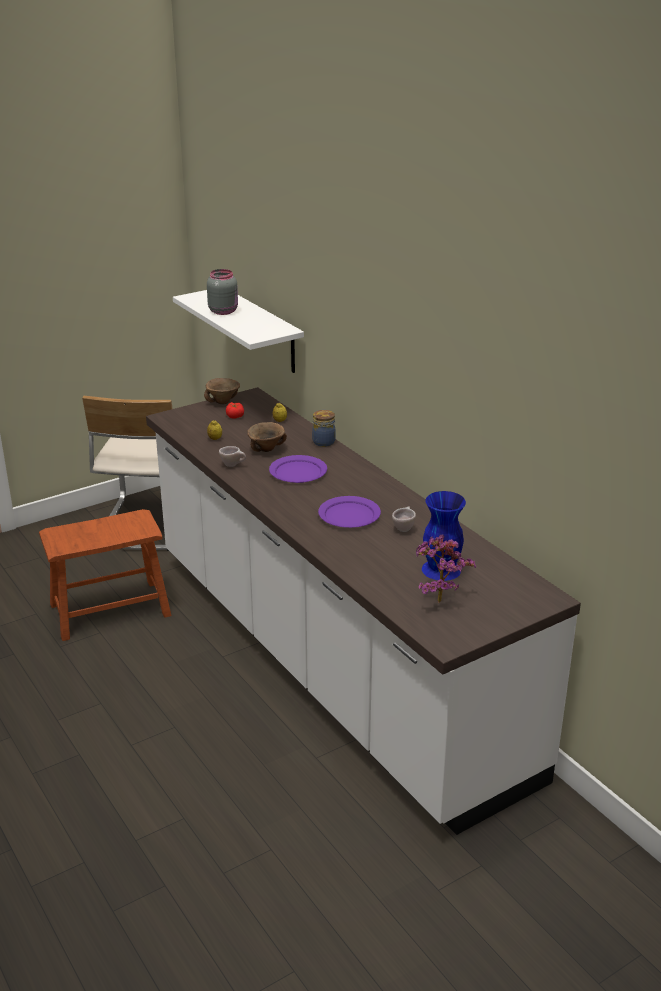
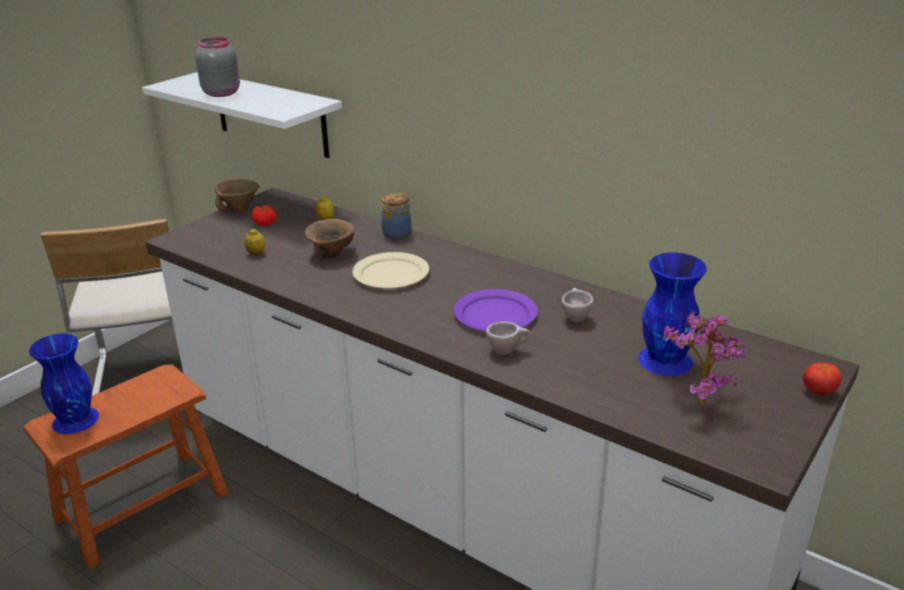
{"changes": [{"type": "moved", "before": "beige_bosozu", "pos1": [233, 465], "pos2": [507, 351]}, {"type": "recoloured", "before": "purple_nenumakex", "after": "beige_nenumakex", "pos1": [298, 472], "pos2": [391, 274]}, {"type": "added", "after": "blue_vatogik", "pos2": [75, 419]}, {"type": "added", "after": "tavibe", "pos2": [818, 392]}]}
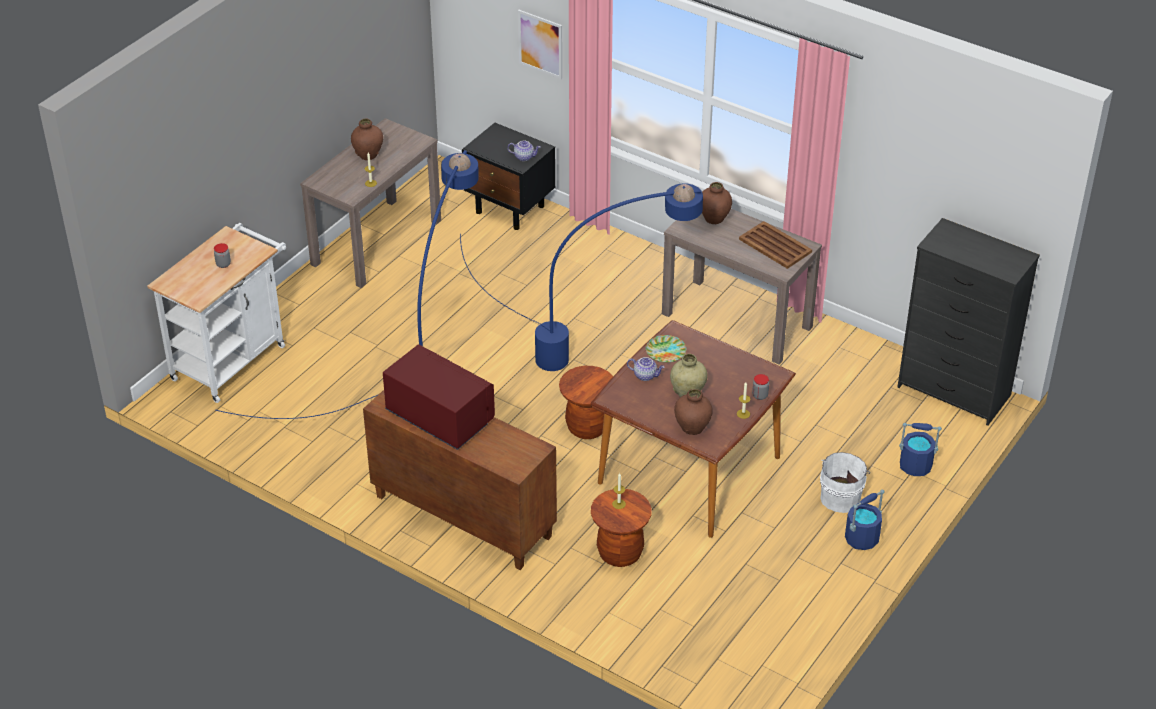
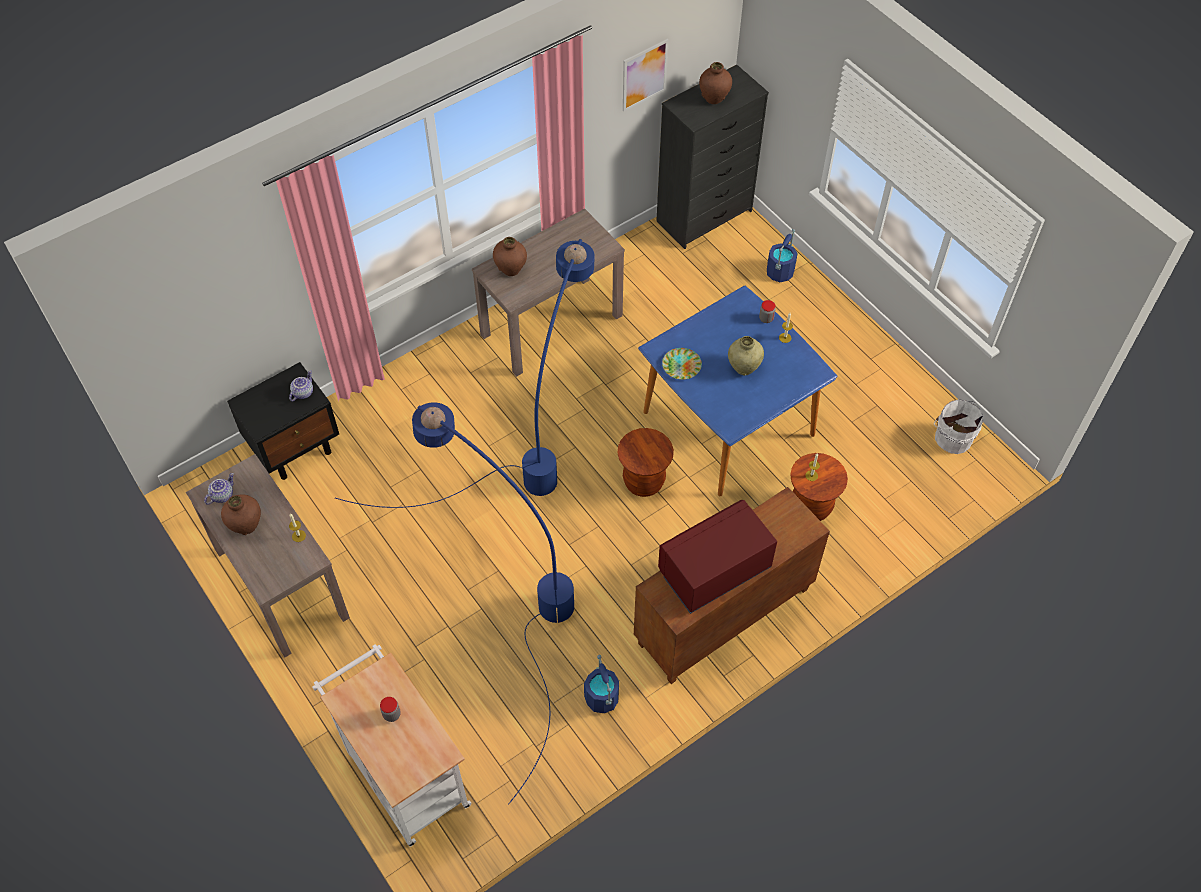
{"changes": [{"type": "moved", "before": "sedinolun", "pos1": [540, 44], "pos2": [644, 75]}, {"type": "removed", "before": "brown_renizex", "pos1": [775, 246]}, {"type": "recoloured", "before": "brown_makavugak", "after": "blue_makavugak", "pos1": [690, 470], "pos2": [728, 423]}, {"type": "moved", "before": "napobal", "pos1": [645, 375], "pos2": [222, 495]}, {"type": "moved", "before": "brown_vatogik", "pos1": [692, 428], "pos2": [714, 98]}, {"type": "moved", "before": "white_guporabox", "pos1": [841, 496], "pos2": [952, 437]}, {"type": "moved", "before": "blue_guporabox", "pos1": [861, 539], "pos2": [602, 698]}]}
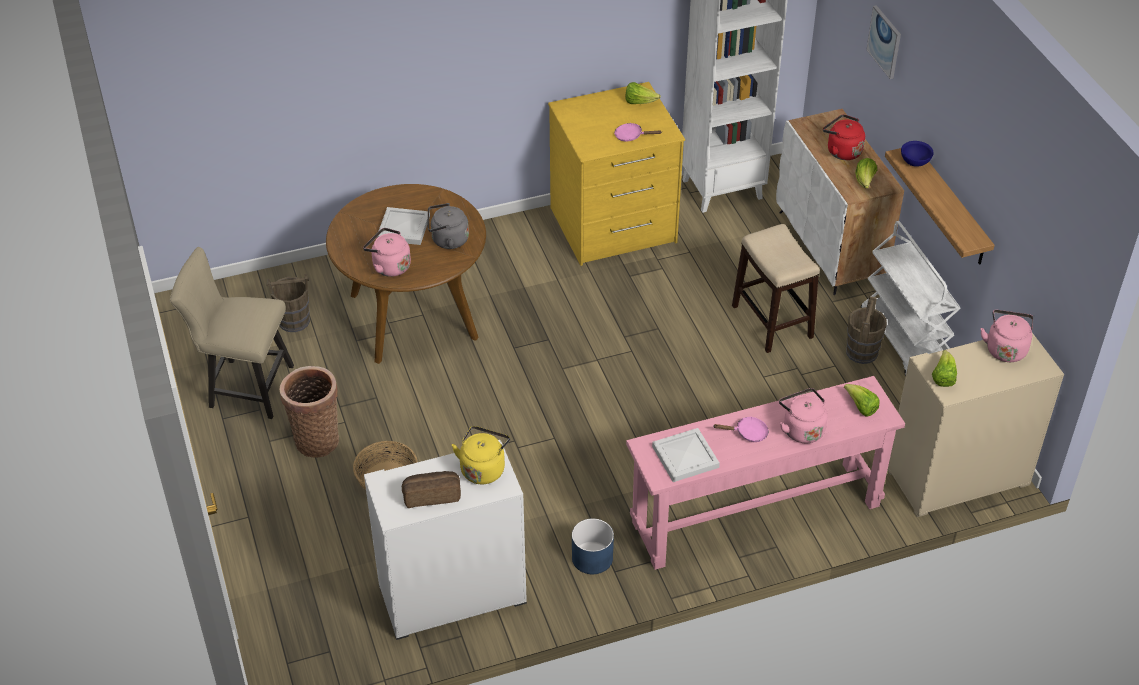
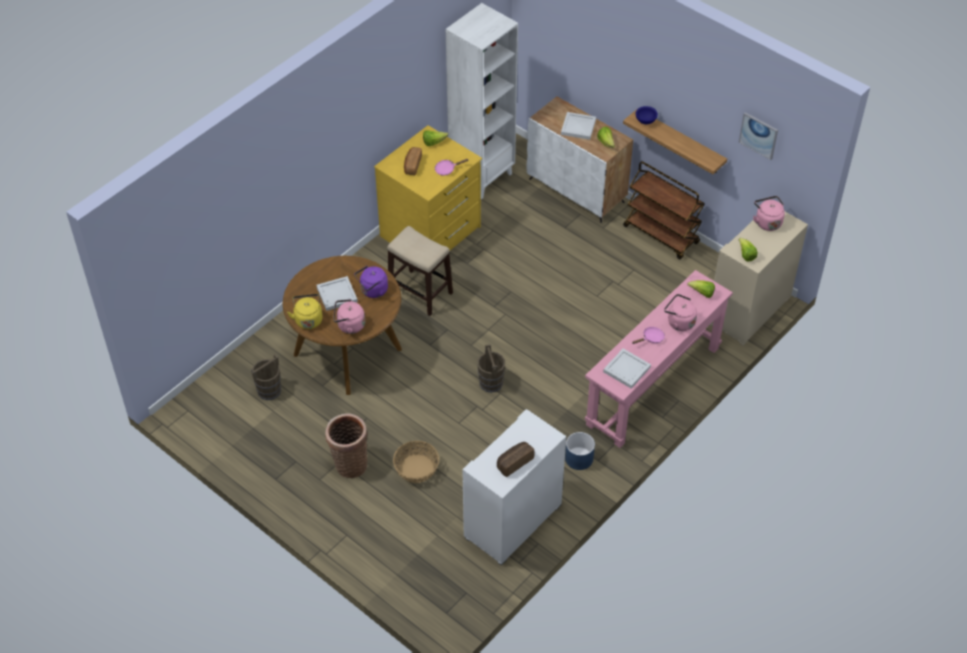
{"changes": [{"type": "moved", "before": "sedinolun", "pos1": [885, 41], "pos2": [758, 135]}, {"type": "replaced", "before": "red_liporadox", "after": "white_renizex", "pos1": [842, 151], "pos2": [578, 126]}, {"type": "recoloured", "before": "grey_liporadox", "after": "purple_liporadox", "pos1": [447, 240], "pos2": [373, 291]}, {"type": "recoloured", "before": "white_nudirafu", "after": "brown_nudirafu", "pos1": [904, 339], "pos2": [661, 235]}, {"type": "moved", "before": "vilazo", "pos1": [772, 322], "pos2": [421, 293]}, {"type": "removed", "before": "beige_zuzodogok", "pos1": [244, 387]}, {"type": "moved", "before": "brown_guporabox", "pos1": [861, 352], "pos2": [491, 383]}, {"type": "moved", "before": "yellow_liporadox", "pos1": [483, 468], "pos2": [308, 319]}, {"type": "added", "after": "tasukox", "pos2": [412, 165]}]}
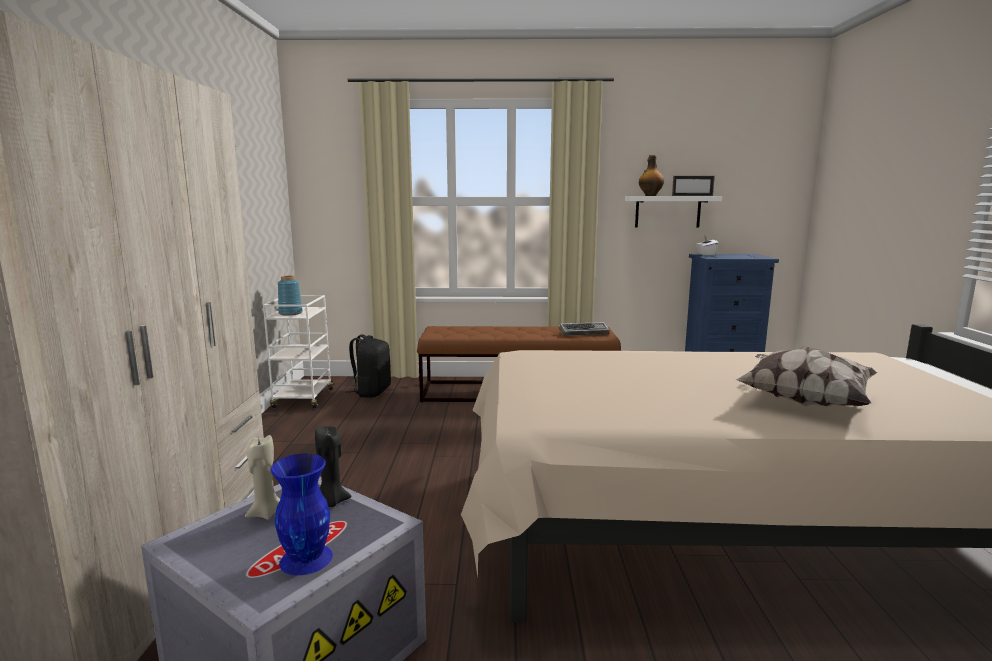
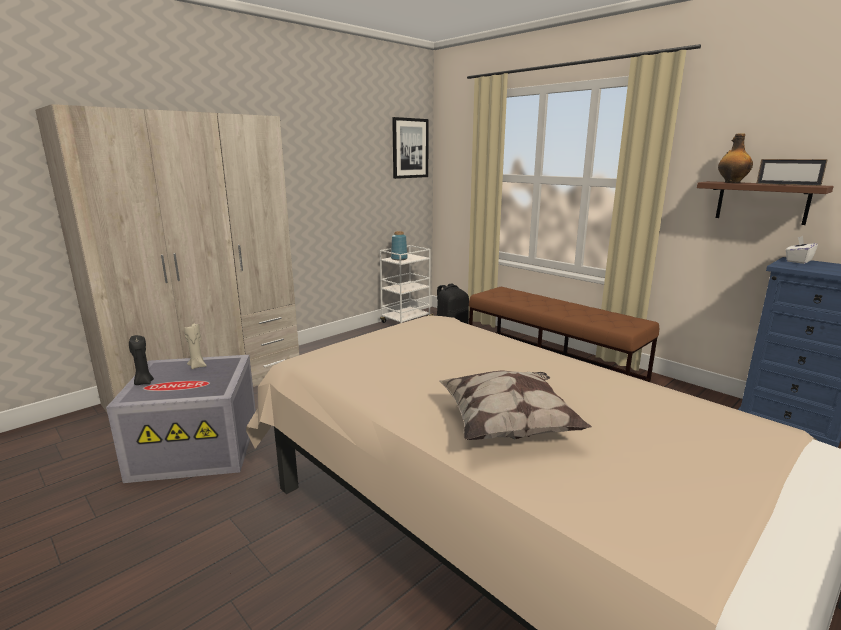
{"changes": [{"type": "recoloured", "before": "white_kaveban", "after": "brown_kaveban", "pos1": [667, 211], "pos2": [762, 202]}, {"type": "removed", "before": "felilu", "pos1": [584, 333]}, {"type": "moved", "before": "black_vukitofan", "pos1": [332, 501], "pos2": [143, 382]}, {"type": "removed", "before": "blue_vatogik", "pos1": [307, 559]}, {"type": "added", "after": "sedinolun", "pos2": [410, 148]}]}
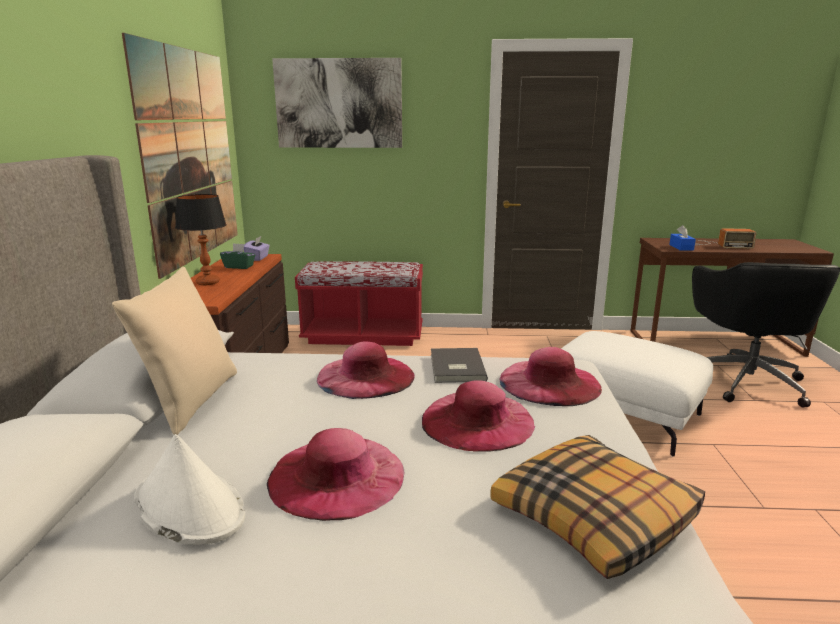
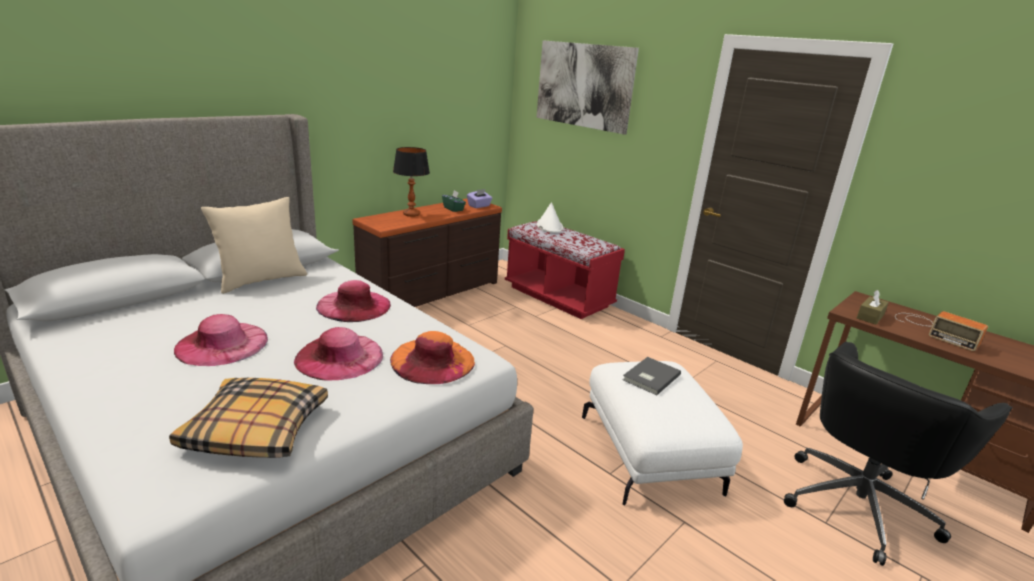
{"changes": [{"type": "removed", "before": "sedinolun", "pos1": [190, 155]}, {"type": "recoloured", "before": "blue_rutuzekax", "after": "brown_rutuzekax", "pos1": [681, 247], "pos2": [870, 316]}, {"type": "recoloured", "before": "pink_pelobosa", "after": "orange_pelobosa", "pos1": [549, 382], "pos2": [432, 360]}, {"type": "moved", "before": "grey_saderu", "pos1": [455, 368], "pos2": [649, 377]}, {"type": "moved", "before": "white_pelobosa", "pos1": [188, 506], "pos2": [549, 226]}]}
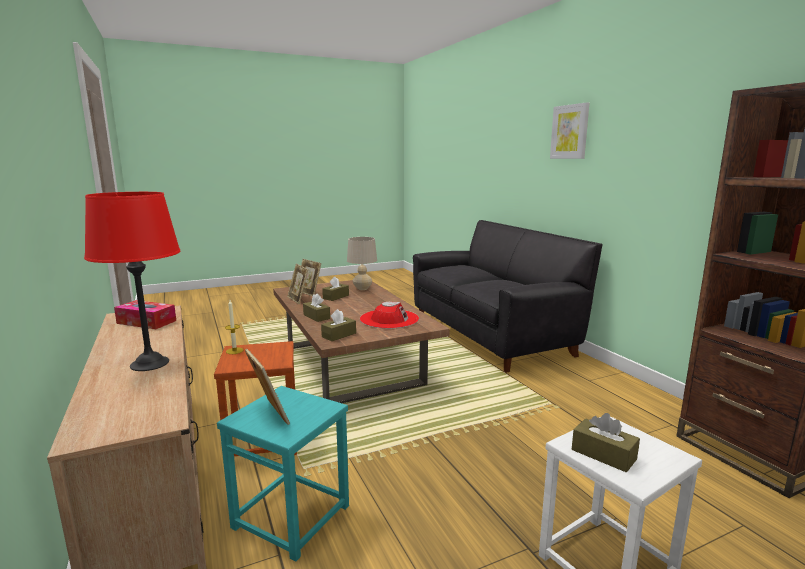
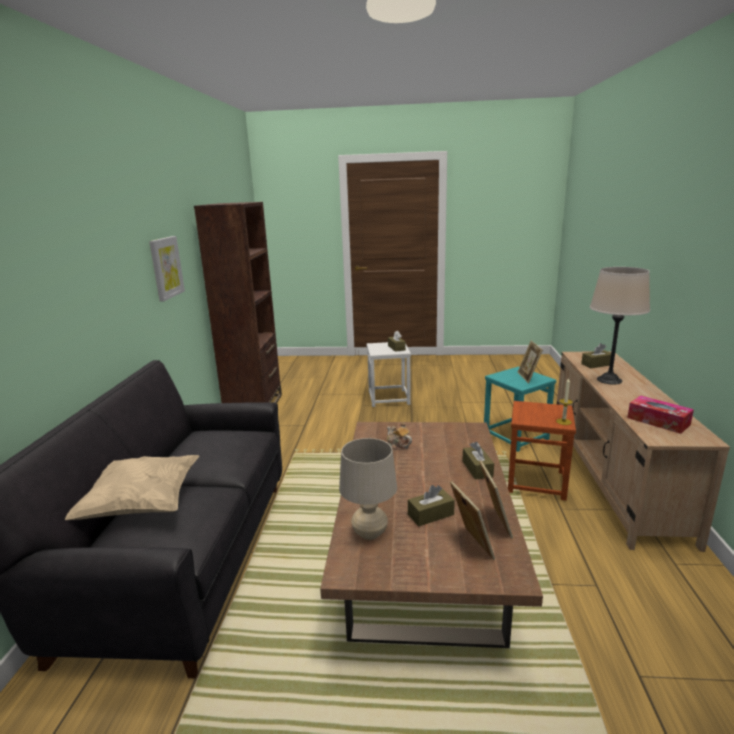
{"changes": [{"type": "moved", "before": "sedinolun", "pos1": [570, 132], "pos2": [166, 267]}, {"type": "recoloured", "before": "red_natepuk", "after": "beige_natepuk", "pos1": [150, 363], "pos2": [609, 380]}, {"type": "replaced", "before": "red_pelobosa", "after": "napobal", "pos1": [389, 319], "pos2": [398, 445]}, {"type": "moved", "before": "brown_rutuzekax", "pos1": [339, 335], "pos2": [596, 364]}, {"type": "added", "after": "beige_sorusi", "pos2": [141, 505]}]}
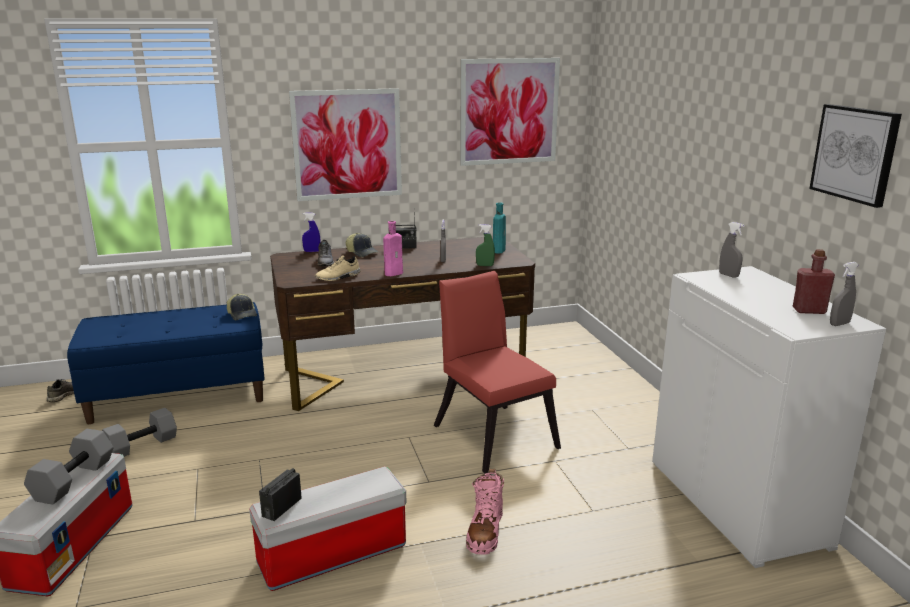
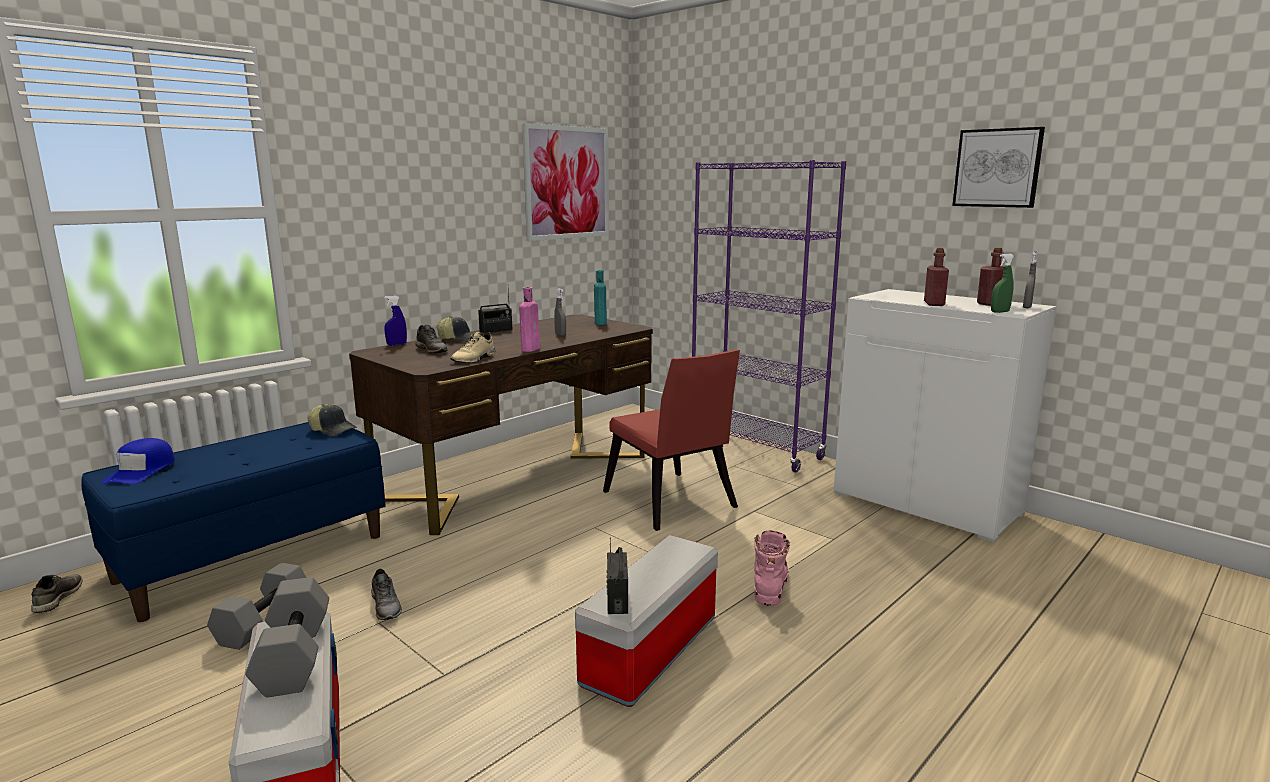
{"changes": [{"type": "removed", "before": "sedinolun", "pos1": [347, 144]}, {"type": "removed", "before": "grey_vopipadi", "pos1": [728, 275]}, {"type": "moved", "before": "green_vopipadi", "pos1": [485, 265], "pos2": [1000, 312]}, {"type": "turned", "before": "red_zuzodogok", "pos1": [492, 433], "pos2": [671, 503], "turn": -150}, {"type": "turned", "before": "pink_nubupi", "pos1": [485, 532], "pos2": [769, 582], "turn": -150}, {"type": "added", "after": "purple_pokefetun", "pos2": [755, 450]}, {"type": "added", "after": "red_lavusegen", "pos2": [934, 304]}, {"type": "added", "after": "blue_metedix", "pos2": [141, 471]}, {"type": "added", "after": "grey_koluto", "pos2": [387, 606]}]}
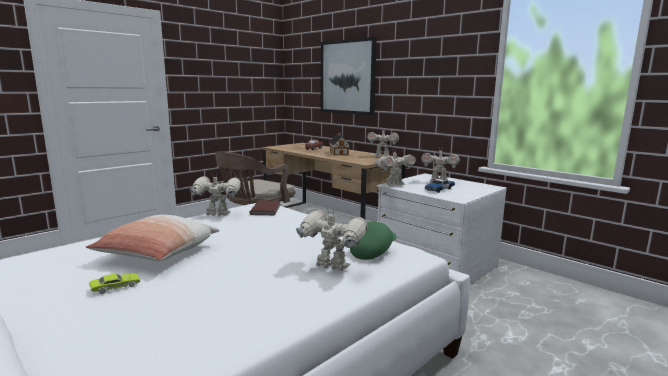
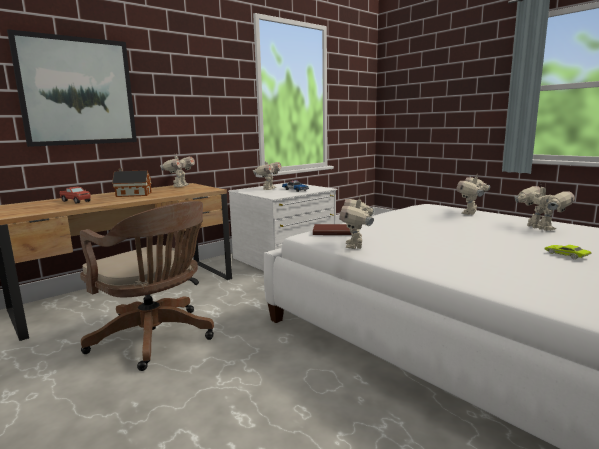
{"changes": [{"type": "moved", "before": "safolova", "pos1": [394, 185], "pos2": [539, 228]}, {"type": "removed", "before": "sorusi", "pos1": [157, 254]}, {"type": "removed", "before": "green_metedix", "pos1": [373, 251]}]}
